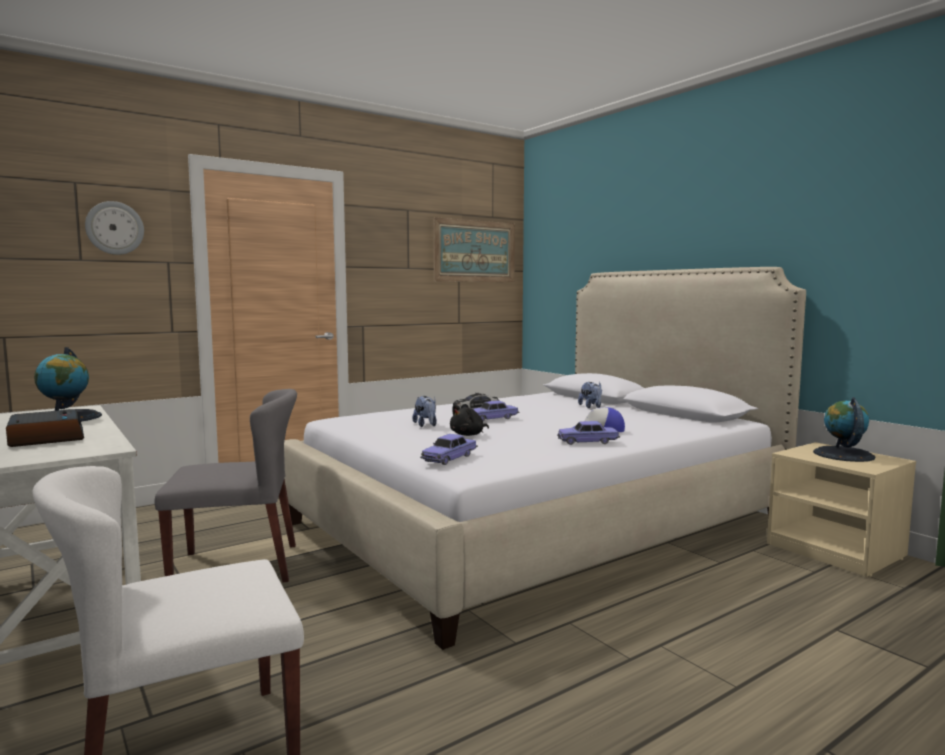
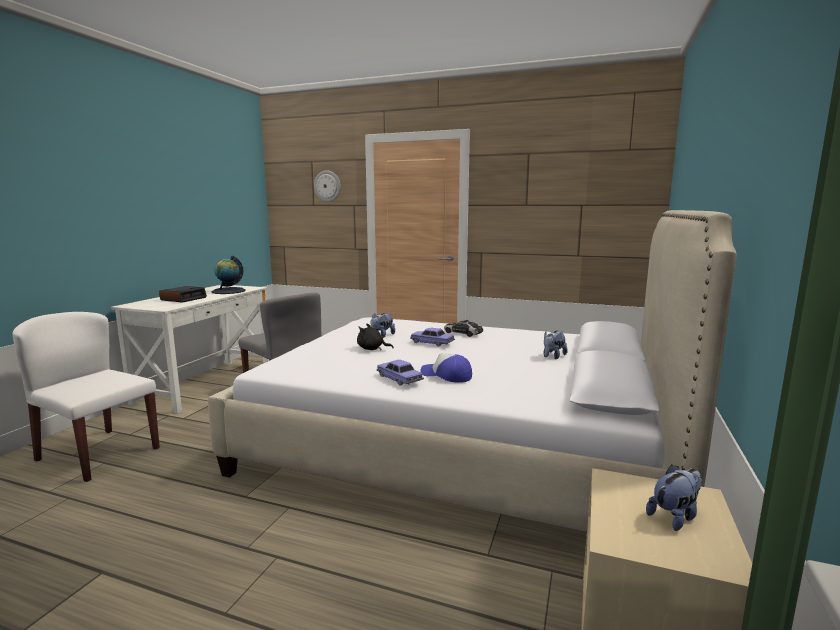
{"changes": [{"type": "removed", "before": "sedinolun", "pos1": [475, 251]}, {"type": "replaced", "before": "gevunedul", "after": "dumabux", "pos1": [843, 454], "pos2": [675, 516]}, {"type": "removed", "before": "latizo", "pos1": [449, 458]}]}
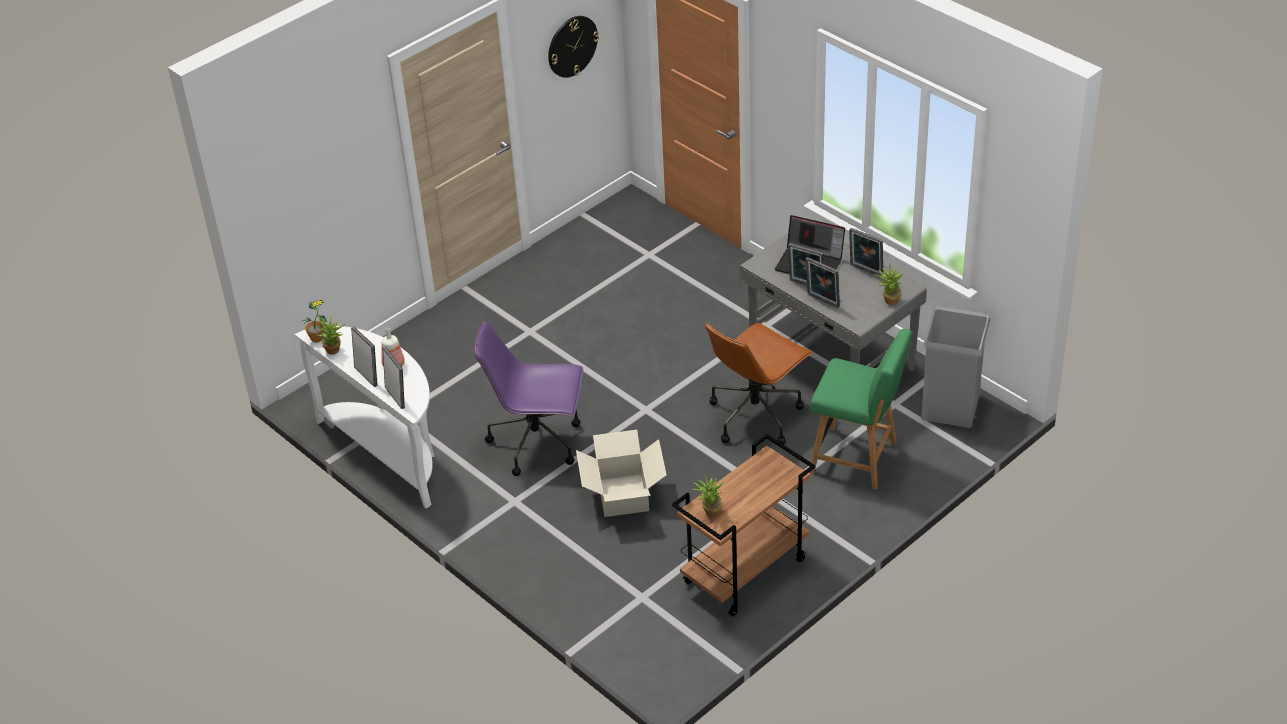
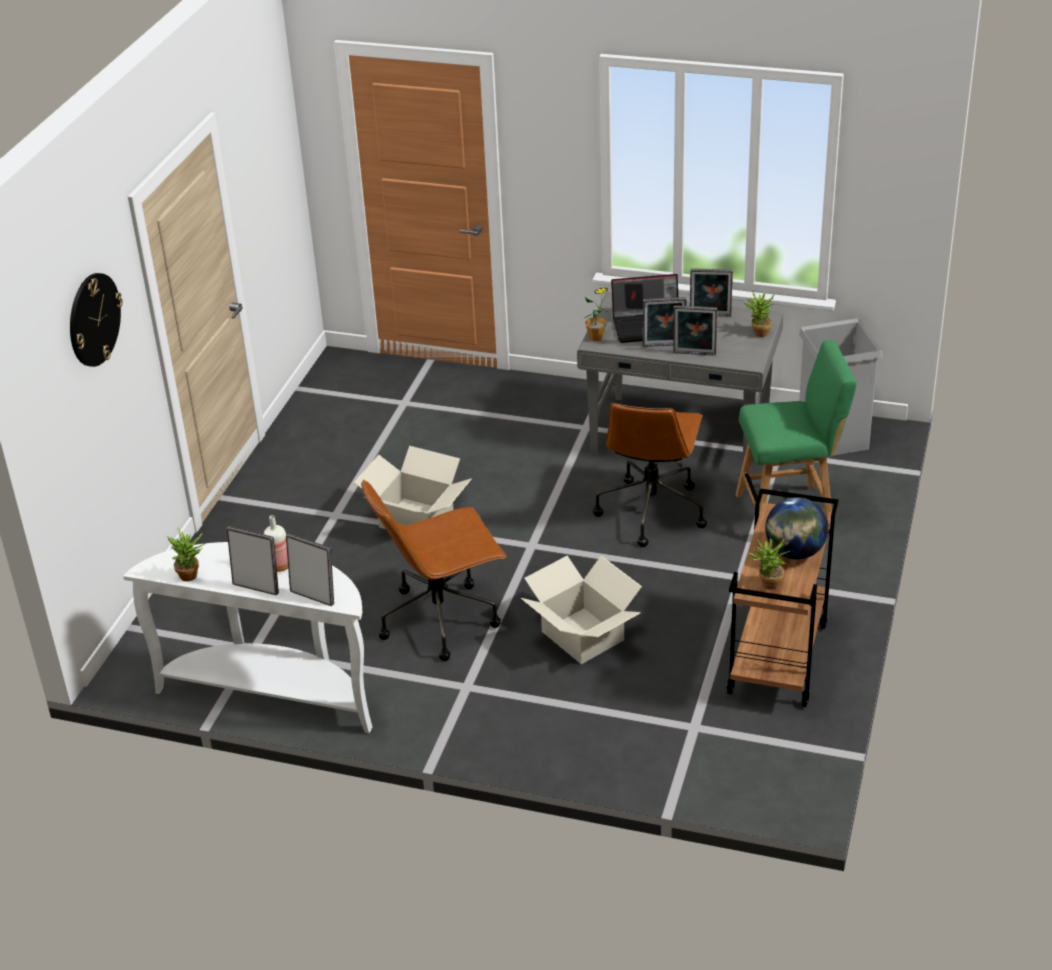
{"changes": [{"type": "moved", "before": "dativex", "pos1": [572, 46], "pos2": [93, 319]}, {"type": "moved", "before": "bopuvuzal", "pos1": [317, 338], "pos2": [596, 337]}, {"type": "recoloured", "before": "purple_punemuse", "after": "brown_punemuse", "pos1": [538, 442], "pos2": [441, 619]}, {"type": "added", "after": "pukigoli", "pos2": [416, 519]}, {"type": "added", "after": "gevunedul", "pos2": [795, 552]}]}
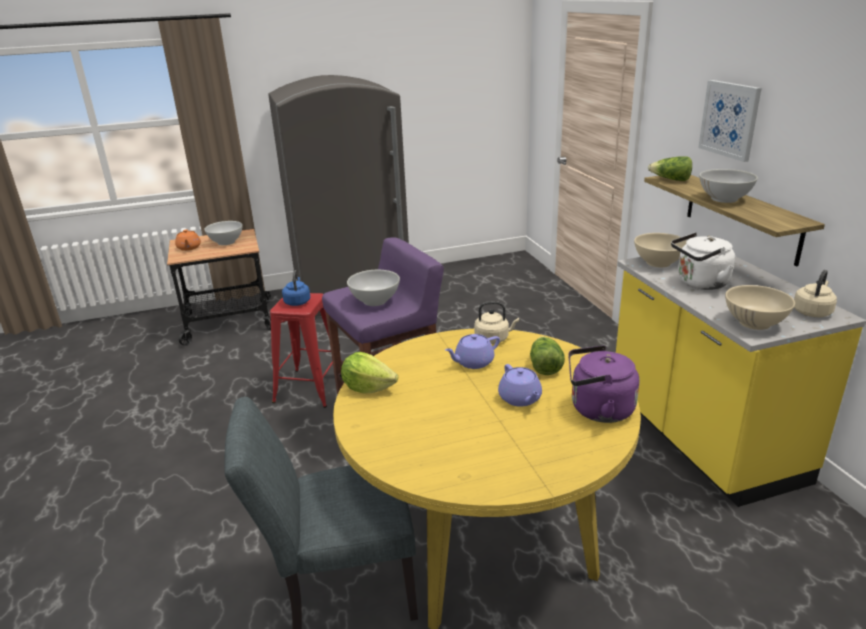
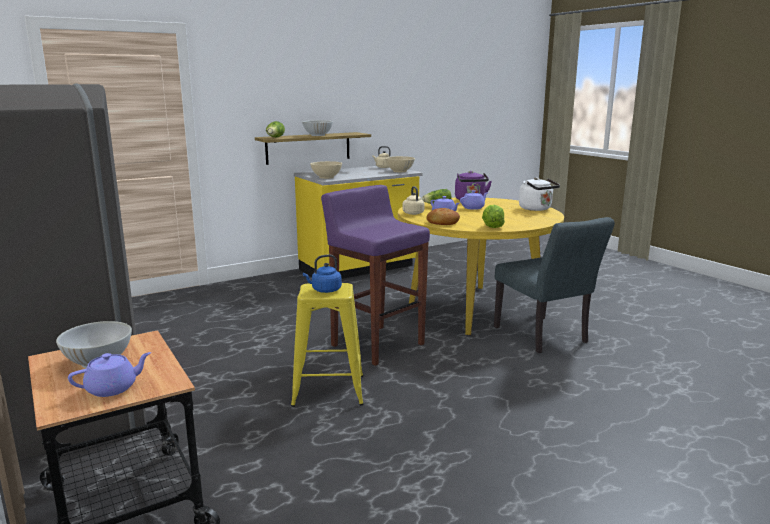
{"changes": [{"type": "removed", "before": "sedinolun", "pos1": [730, 119]}, {"type": "recoloured", "before": "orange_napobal", "after": "purple_napobal", "pos1": [189, 248], "pos2": [113, 388]}, {"type": "moved", "before": "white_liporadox", "pos1": [699, 284], "pos2": [537, 209]}, {"type": "removed", "before": "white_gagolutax", "pos1": [375, 301]}, {"type": "recoloured", "before": "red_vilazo", "after": "yellow_vilazo", "pos1": [310, 388], "pos2": [328, 390]}, {"type": "added", "after": "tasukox", "pos2": [442, 222]}]}
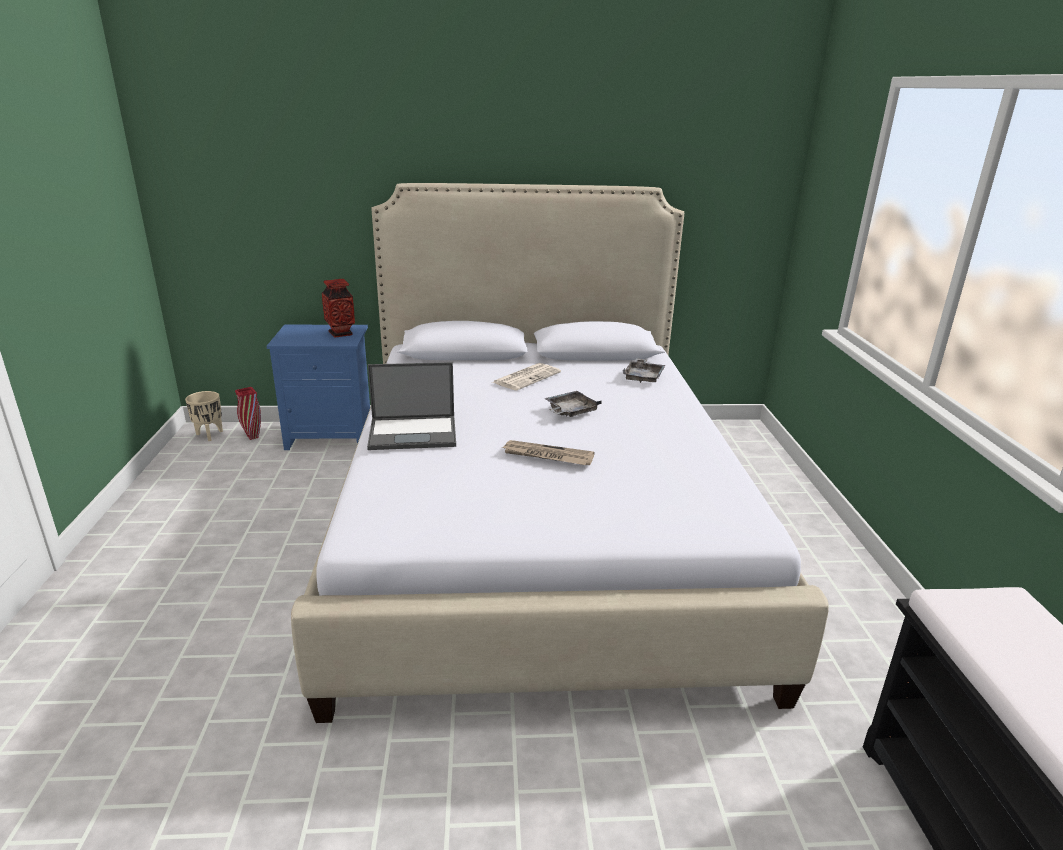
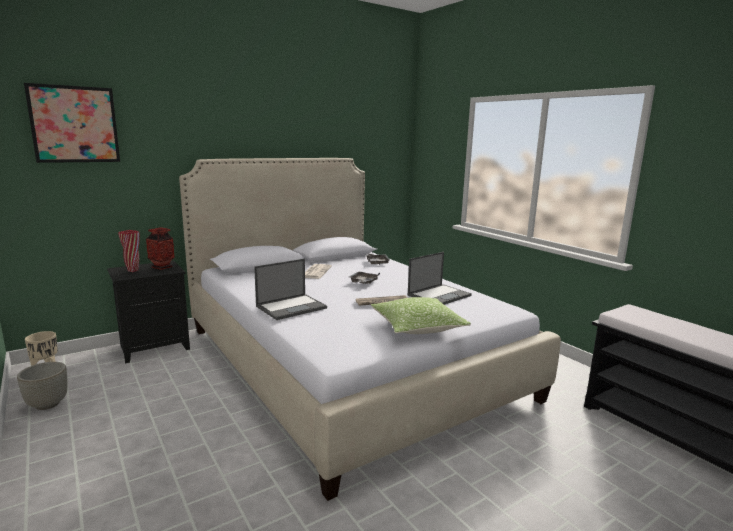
{"changes": [{"type": "recoloured", "before": "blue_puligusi", "after": "black_puligusi", "pos1": [332, 435], "pos2": [155, 346]}, {"type": "moved", "before": "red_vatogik", "pos1": [253, 437], "pos2": [133, 271]}, {"type": "added", "after": "sedinolun", "pos2": [74, 124]}, {"type": "added", "after": "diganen", "pos2": [439, 295]}, {"type": "added", "after": "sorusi", "pos2": [417, 327]}, {"type": "added", "after": "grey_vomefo", "pos2": [48, 404]}]}
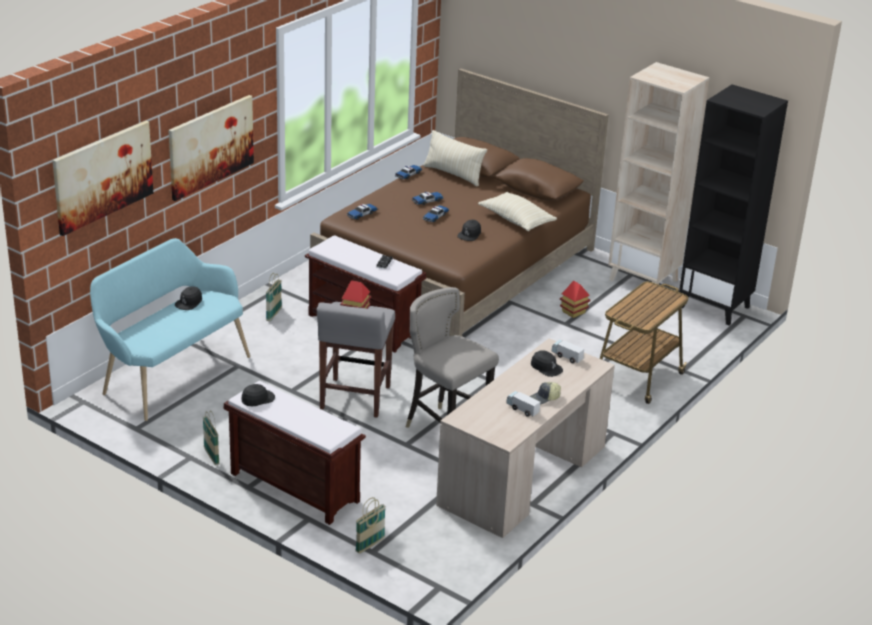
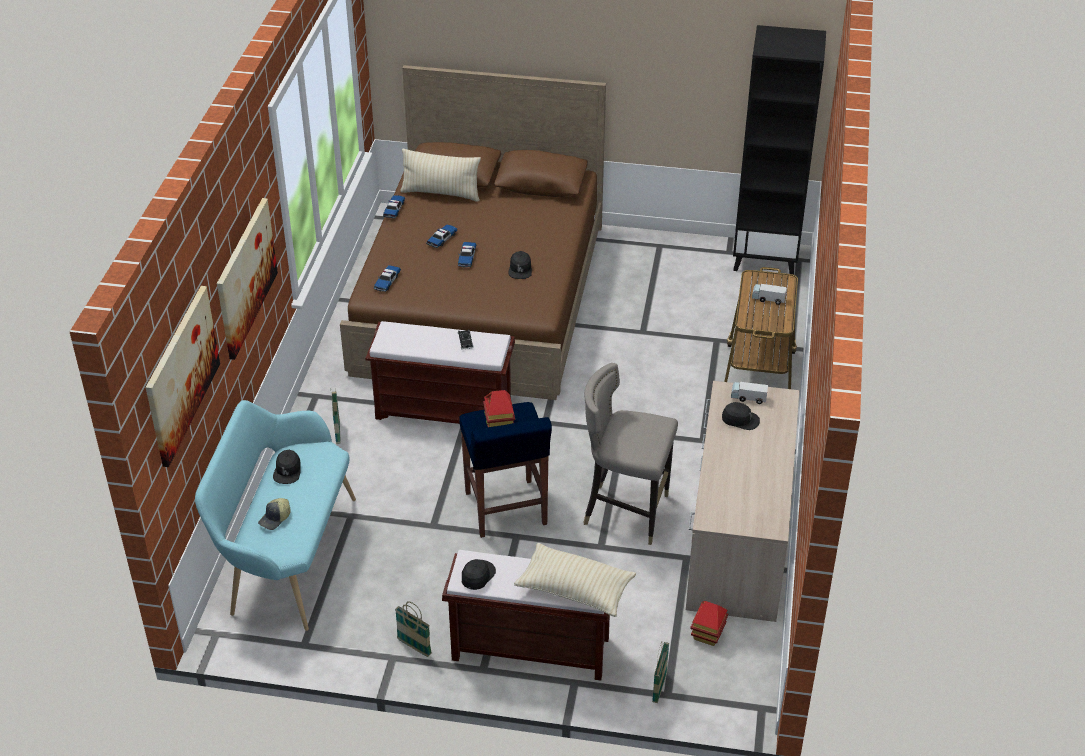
{"changes": [{"type": "removed", "before": "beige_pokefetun", "pos1": [644, 280]}, {"type": "moved", "before": "beige_sorusi", "pos1": [516, 220], "pos2": [575, 590]}, {"type": "moved", "before": "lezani", "pos1": [573, 312], "pos2": [708, 634]}, {"type": "recoloured", "before": "grey_vilazo", "after": "blue_vilazo", "pos1": [354, 398], "pos2": [506, 509]}, {"type": "moved", "before": "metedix", "pos1": [545, 398], "pos2": [275, 518]}, {"type": "moved", "before": "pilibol", "pos1": [522, 409], "pos2": [768, 299]}]}
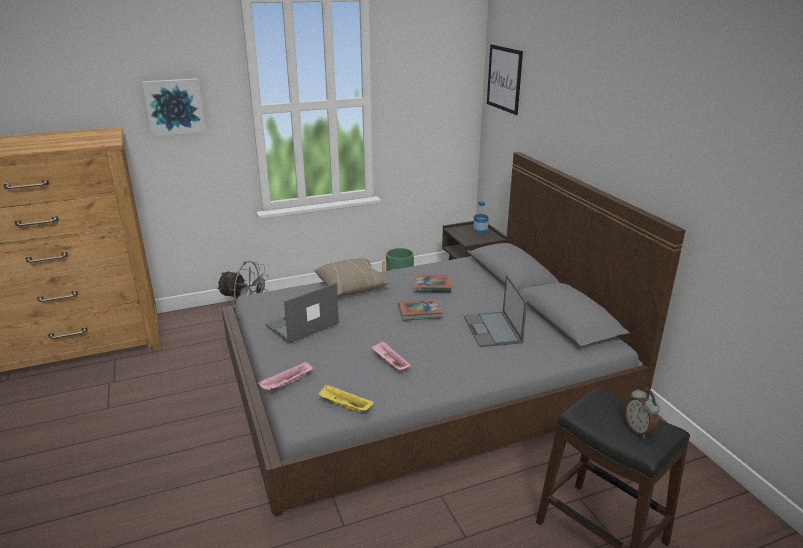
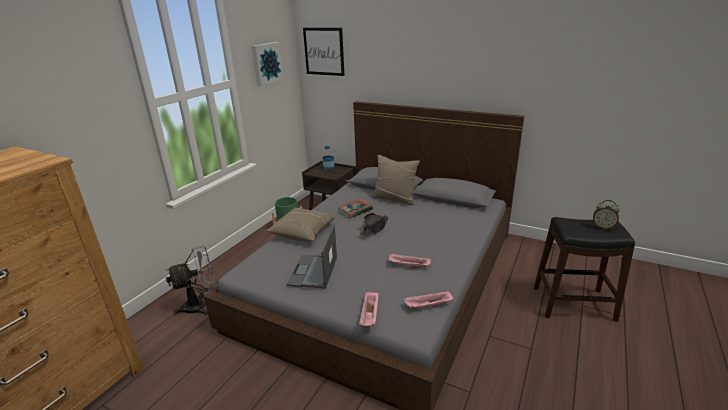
{"changes": [{"type": "moved", "before": "sedinolun", "pos1": [174, 106], "pos2": [266, 63]}, {"type": "removed", "before": "diganen", "pos1": [493, 330]}, {"type": "replaced", "before": "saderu", "after": "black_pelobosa", "pos1": [420, 312], "pos2": [374, 228]}, {"type": "recoloured", "before": "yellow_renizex", "after": "pink_renizex", "pos1": [344, 406], "pos2": [428, 306]}, {"type": "added", "after": "beige_sorusi", "pos2": [394, 198]}]}
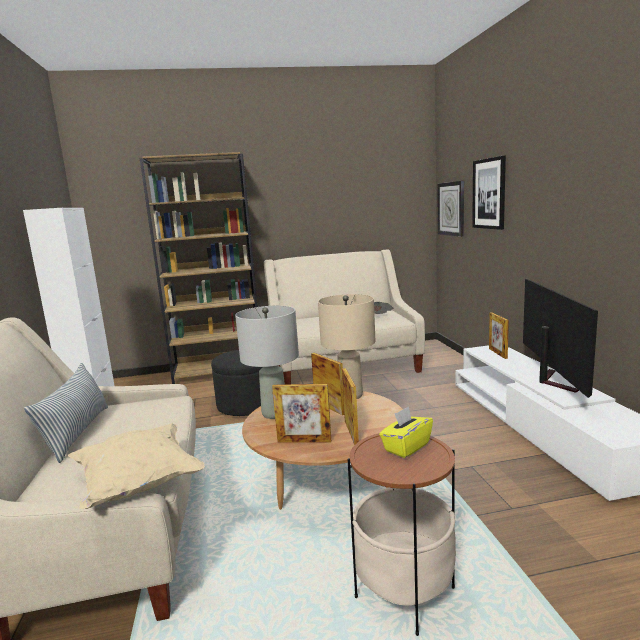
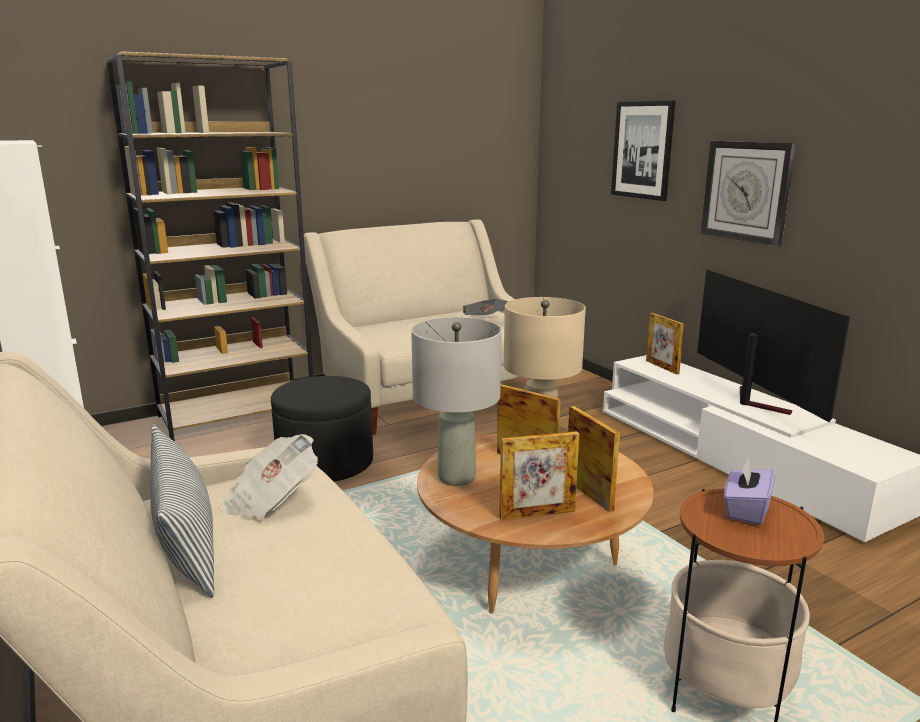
{"changes": [{"type": "moved", "before": "dativex", "pos1": [451, 208], "pos2": [746, 191]}, {"type": "recoloured", "before": "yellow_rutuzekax", "after": "purple_rutuzekax", "pos1": [406, 447], "pos2": [745, 510]}, {"type": "removed", "before": "beige_sorusi", "pos1": [139, 484]}, {"type": "added", "after": "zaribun", "pos2": [270, 499]}]}
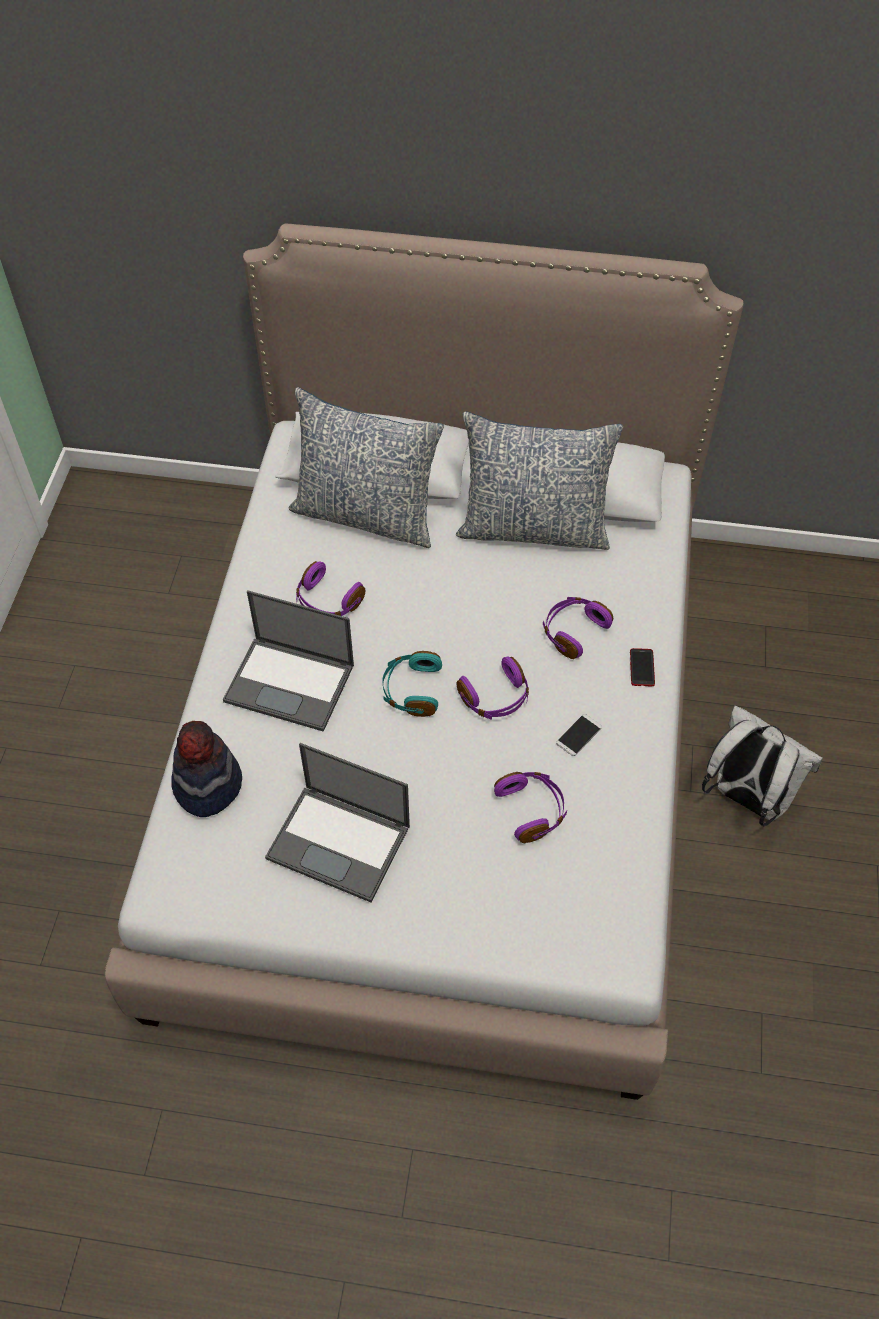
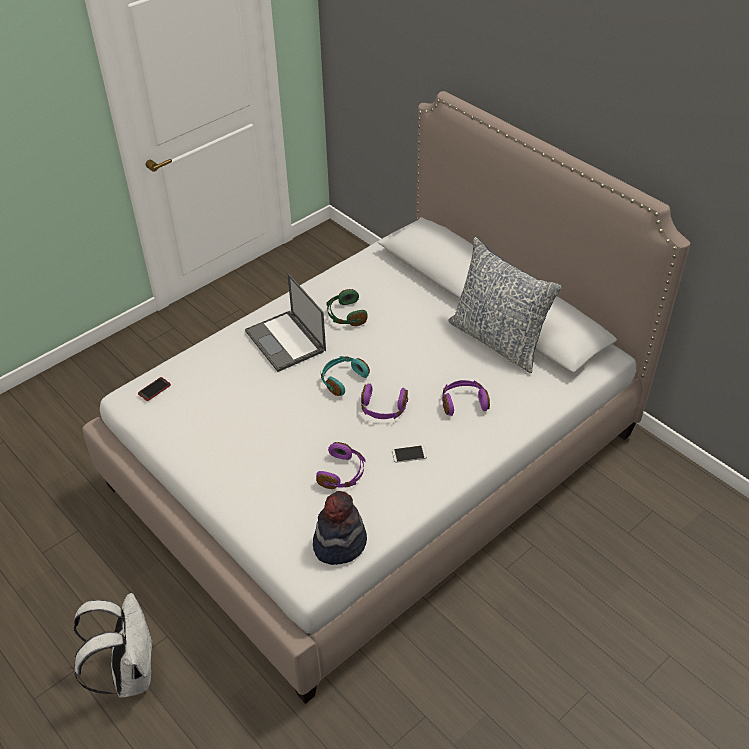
{"changes": [{"type": "removed", "before": "sorusi", "pos1": [366, 514]}, {"type": "recoloured", "before": "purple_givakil", "after": "green_givakil", "pos1": [327, 601], "pos2": [345, 315]}, {"type": "moved", "before": "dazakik", "pos1": [642, 668], "pos2": [154, 389]}, {"type": "moved", "before": "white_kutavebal", "pos1": [746, 798], "pos2": [129, 673]}, {"type": "moved", "before": "pelobosa", "pos1": [207, 784], "pos2": [339, 543]}, {"type": "removed", "before": "diganen", "pos1": [340, 842]}]}
